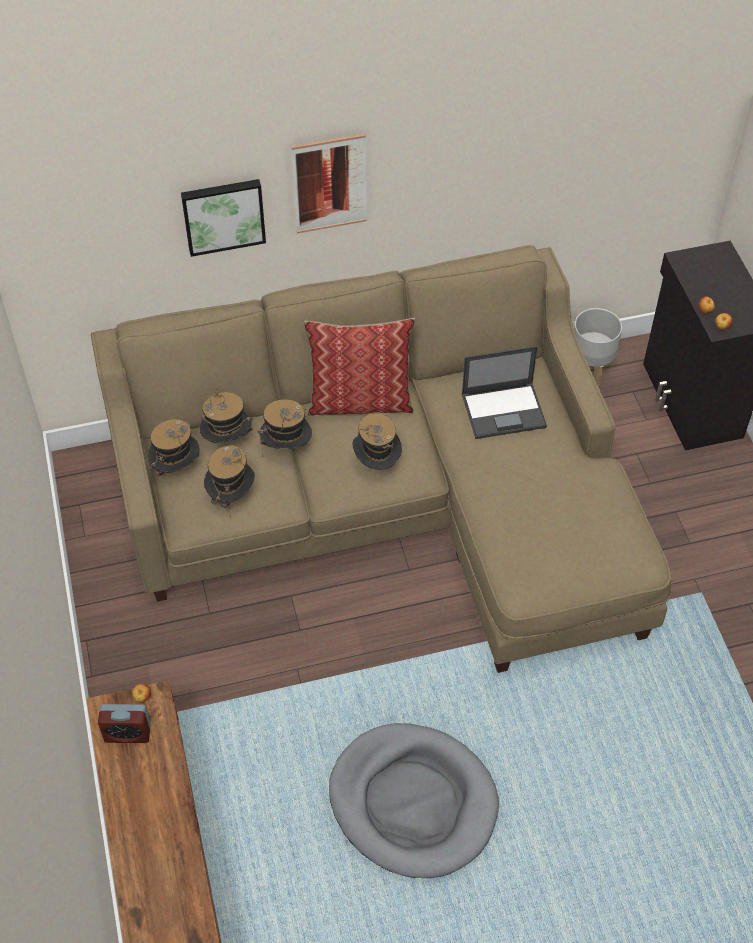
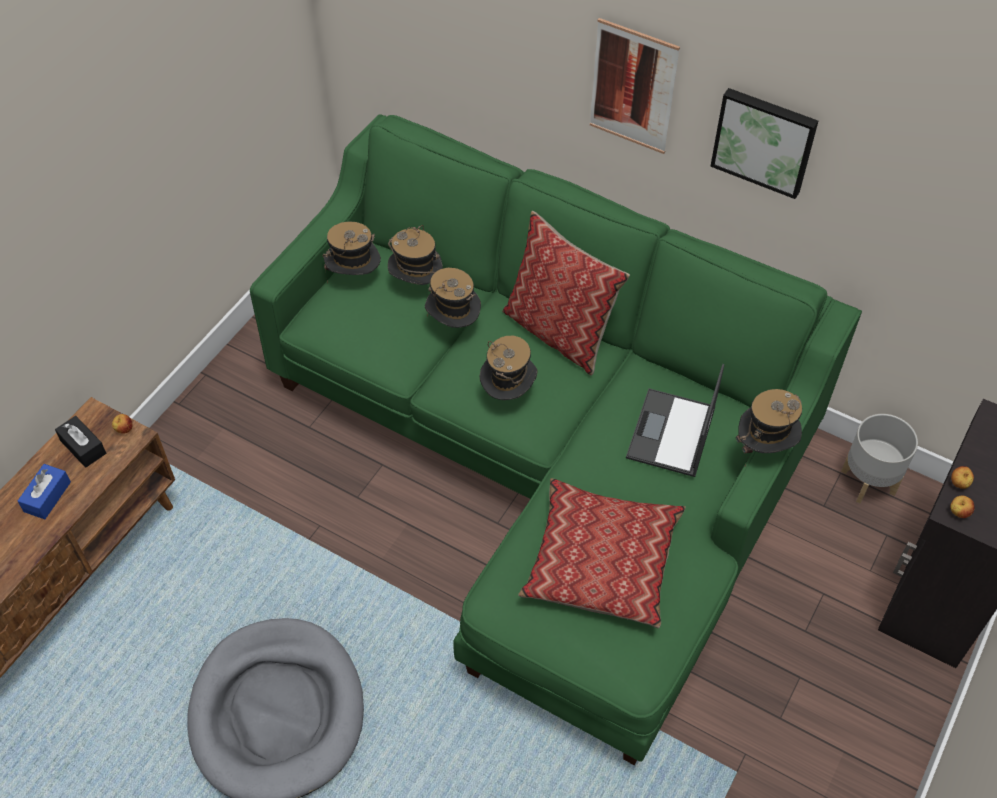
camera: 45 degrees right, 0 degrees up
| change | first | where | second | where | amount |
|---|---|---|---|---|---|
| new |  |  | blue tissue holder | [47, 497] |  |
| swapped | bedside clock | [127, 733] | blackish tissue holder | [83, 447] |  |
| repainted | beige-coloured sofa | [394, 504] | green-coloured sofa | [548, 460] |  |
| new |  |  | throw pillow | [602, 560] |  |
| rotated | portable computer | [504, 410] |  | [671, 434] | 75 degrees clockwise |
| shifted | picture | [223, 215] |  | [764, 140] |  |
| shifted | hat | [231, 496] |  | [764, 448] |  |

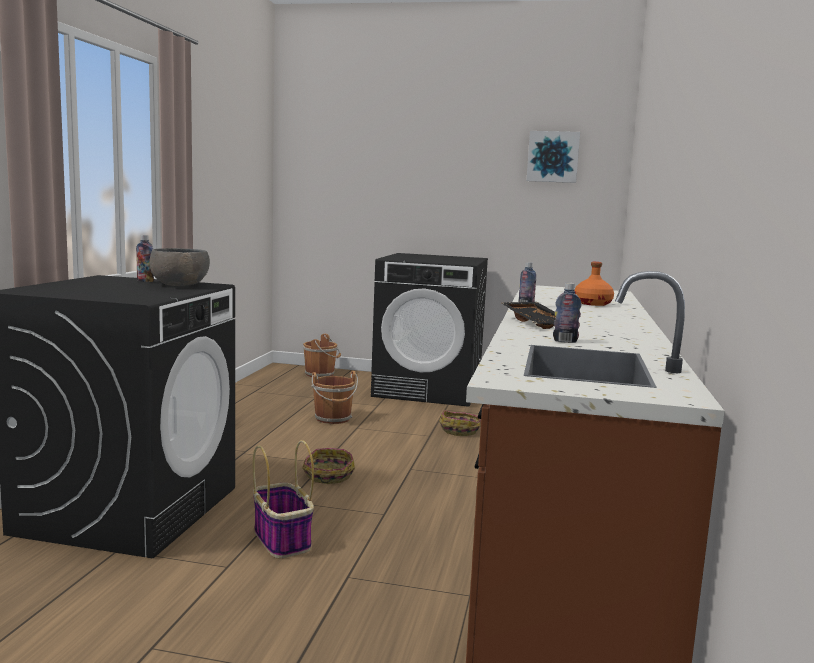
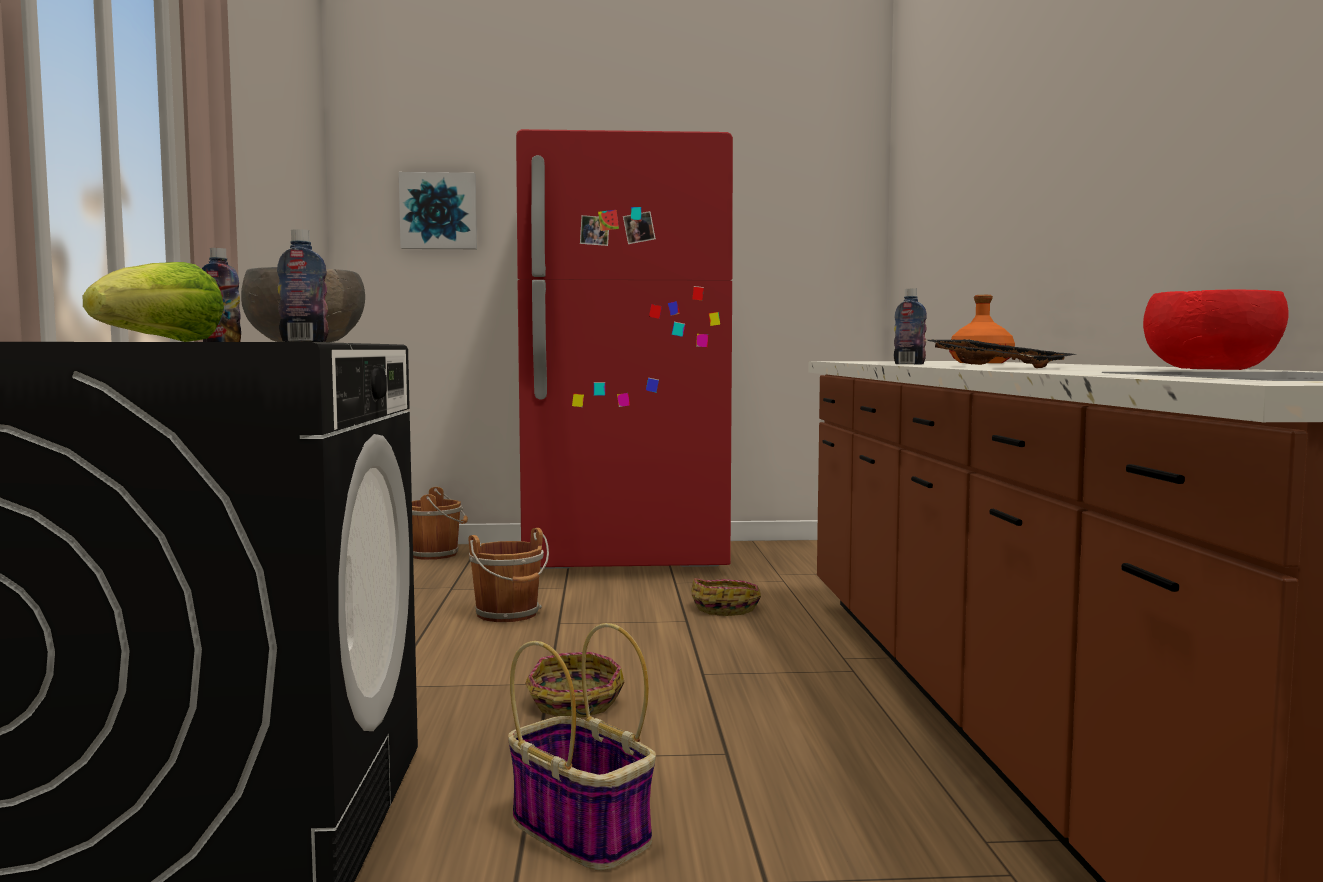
camera: 15 degrees left, 5 degrees down
| change | first | where | second | where | amount |
|---|---|---|---|---|---|
| new |  |  | lettuce head | [162, 341] |  |
| shifted | drink bottle | [565, 341] |  | [304, 342] |  |
| shifted | picture | [553, 157] |  | [438, 211] |  |
| swapped | blackish washing machine | [428, 390] | red kitchen fridge | [625, 559] |  |
| new |  |  | red bowl | [1209, 369] |  |

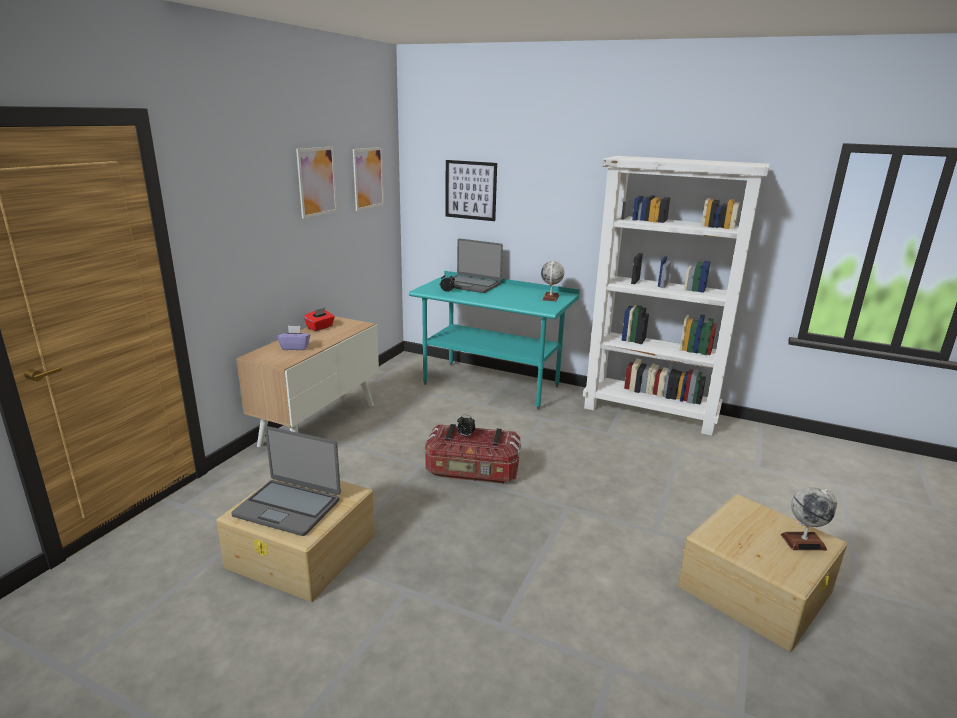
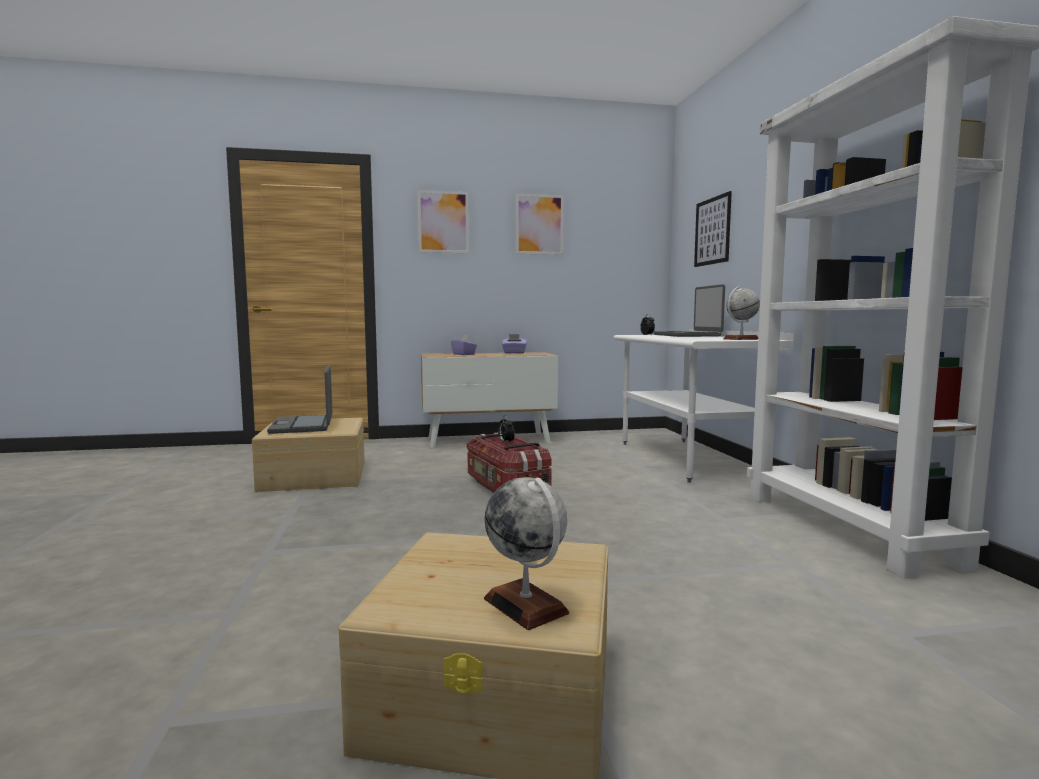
camera: 55 degrees right, 15 degrees down
| change | first | where | second | where | amount |
|---|---|---|---|---|---|
| shifted | picture | [368, 178] |  | [443, 222] |  |
| repainted | red tissue holder | [320, 327] | purple-coloured tissue holder | [514, 353] |  |
| repainted | turquoise-coloured desk unit | [491, 385] | white desk unit | [686, 459] |  |

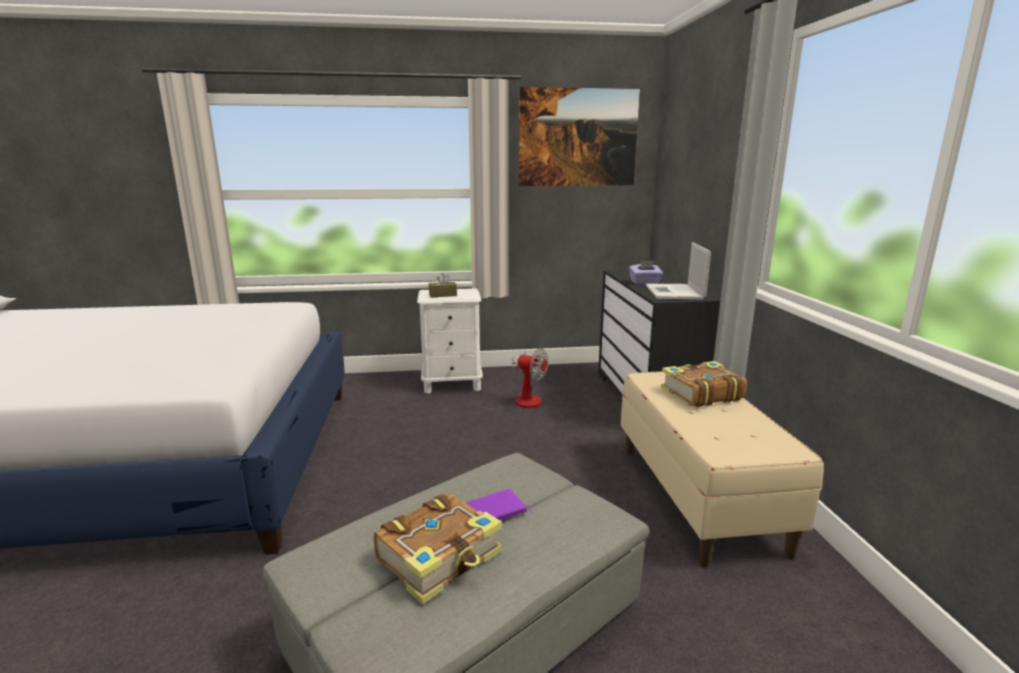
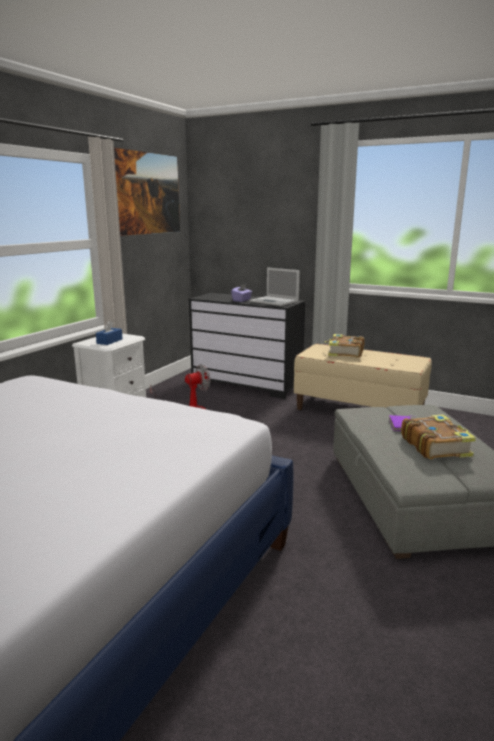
camera: 55 degrees left, 0 degrees up
| change | first | where | second | where | amount |
|---|---|---|---|---|---|
| repainted | brown tissue holder | [443, 295] | blue tissue holder | [109, 341] |  |

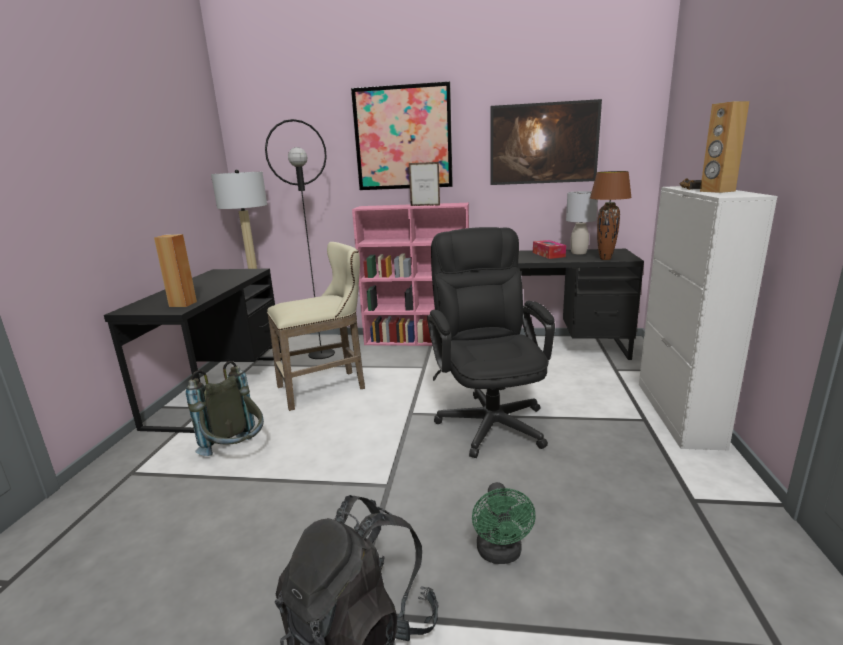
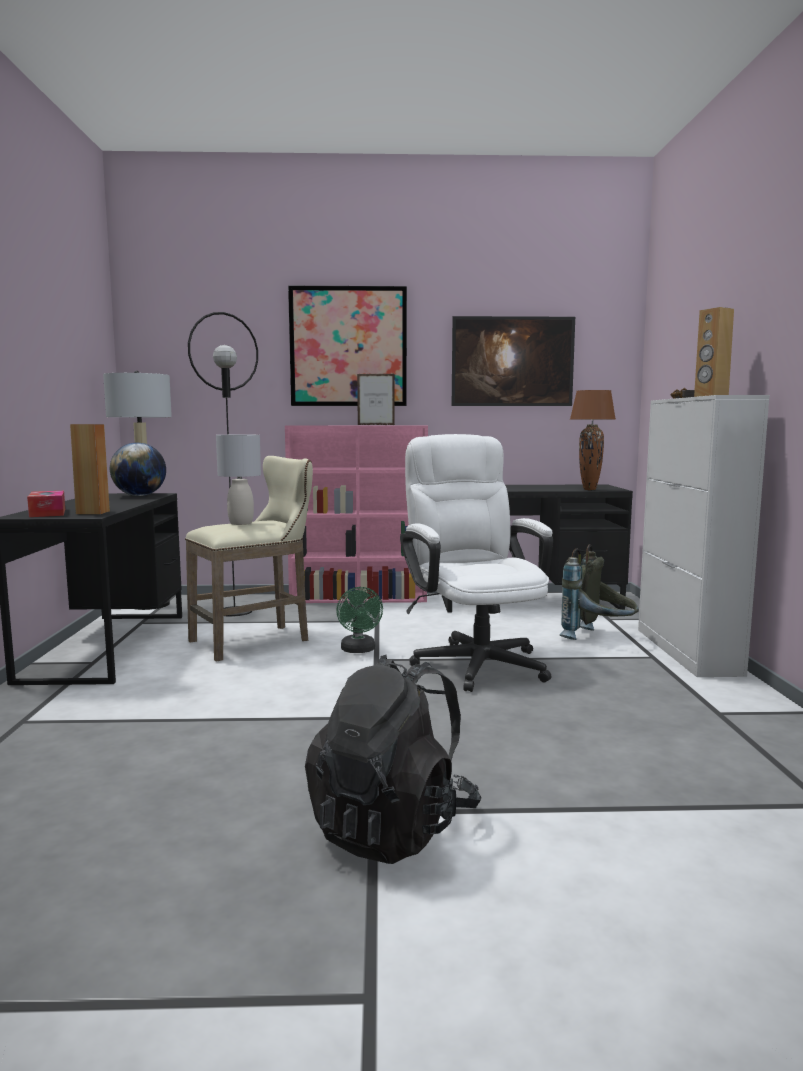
camera: 10 degrees left, 10 degrees down
| change | first | where | second | where | amount |
|---|---|---|---|---|---|
| shifted | tissue holder | [548, 254] |  | [48, 513] |  |
| new |  |  | desk globe | [139, 496] |  |
| shifted | gray table lamp | [578, 253] |  | [240, 523] |  |
| shifted | green-coloured fan | [500, 554] |  | [359, 650] |  |
| repainted | blackish office chair | [489, 418] | white office chair | [474, 661] |  |
| shifted | gray backpack | [237, 454] |  | [599, 639] |  |

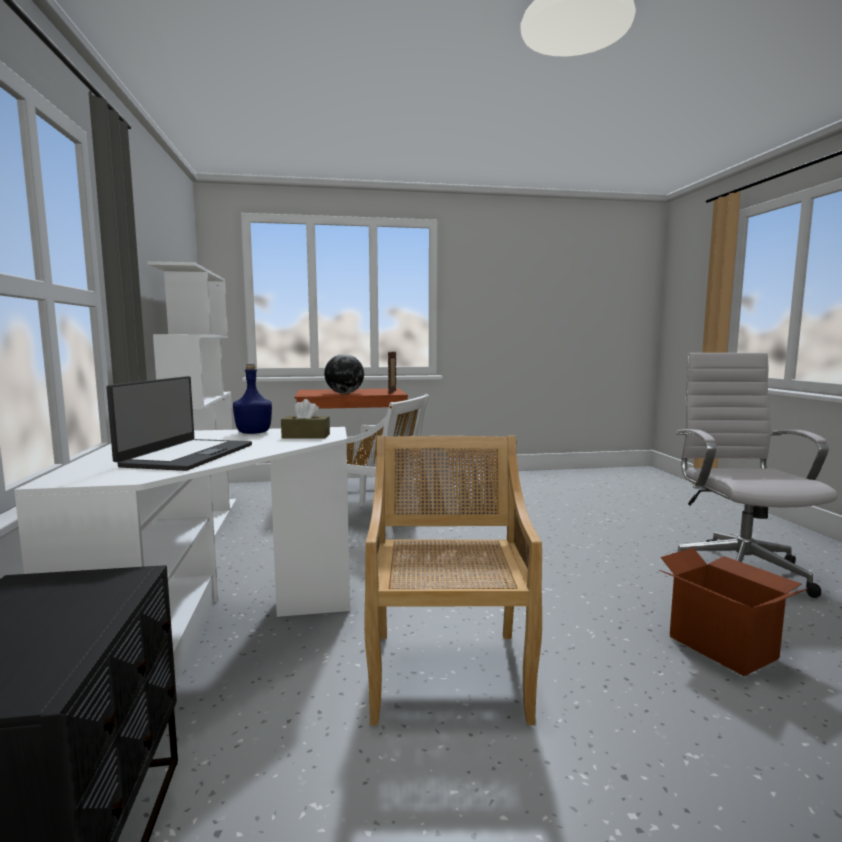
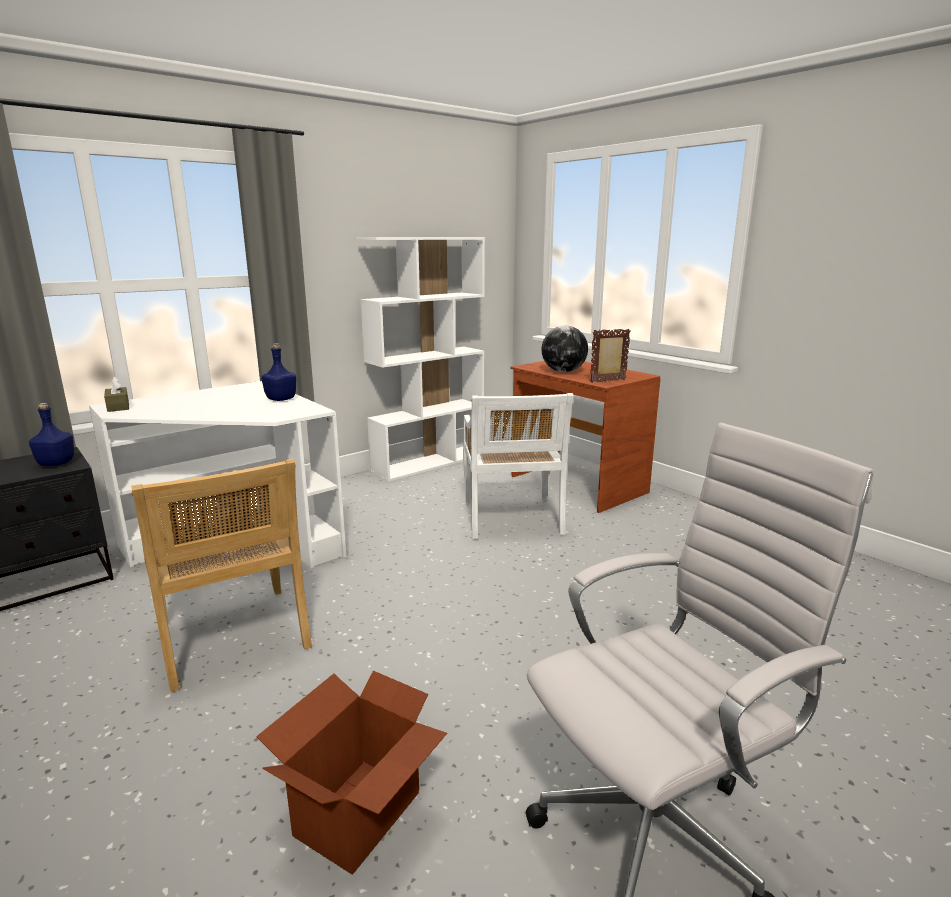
camera: 60 degrees right, 10 degrees up
| change | first | where | second | where | amount |
|---|---|---|---|---|---|
| new |  |  | blue drink bottle | [55, 463] |  |
| shifted | brown tissue holder | [306, 436] |  | [118, 406] |  |
| rotated | beige-coloured upright chair | [448, 672] |  | [233, 637] | 90 degrees clockwise |
| gone | portable computer | [187, 455] |  |  |  |

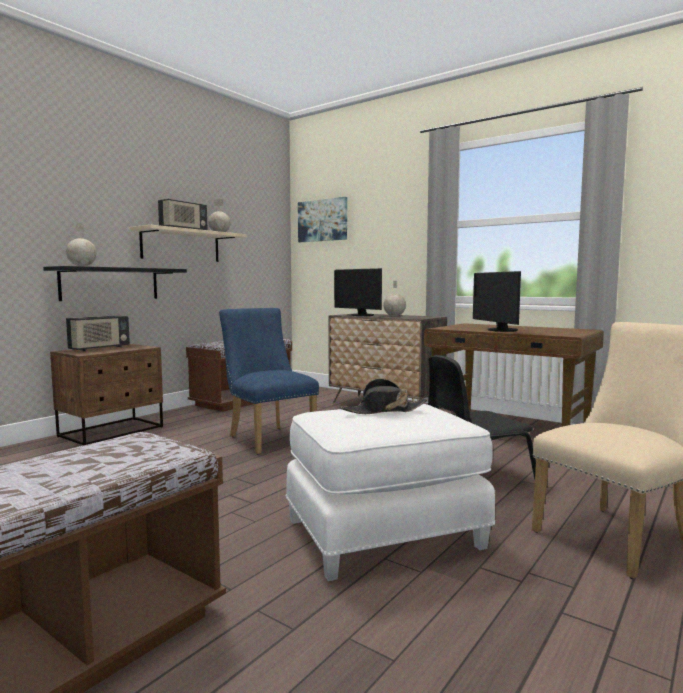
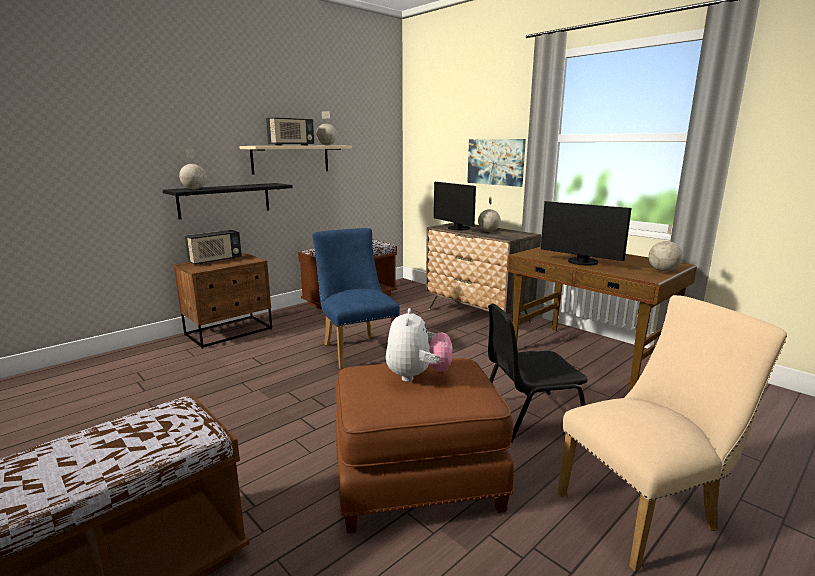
camera: 10 degrees right, 10 degrees up
| change | first | where | second | where | amount |
|---|---|---|---|---|---|
| repainted | white footrest | [384, 535] | brown footrest | [416, 483] |  |
| swapped | blackish hat | [383, 411] | cuddly toy | [417, 376] |  |
| shifted | picture | [322, 220] |  | [496, 162] |  |
| rotated | monitor | [499, 330] |  | [581, 262] | 45 degrees counterclockwise |
| new |  |  | desk globe | [663, 271] |  |

